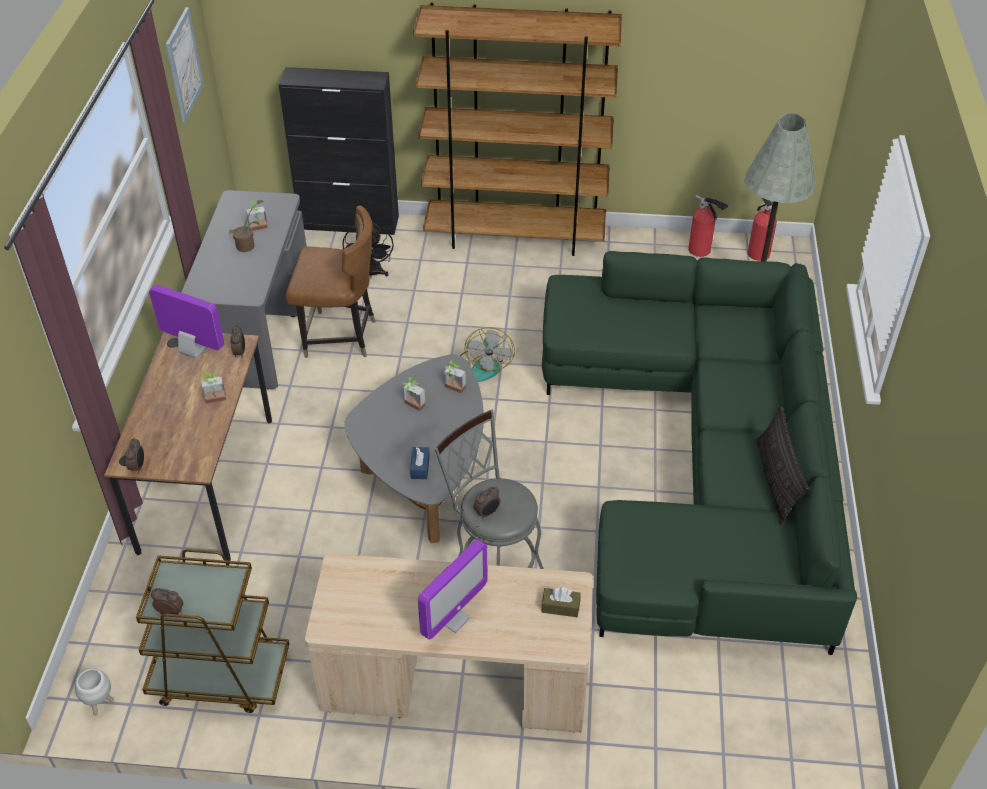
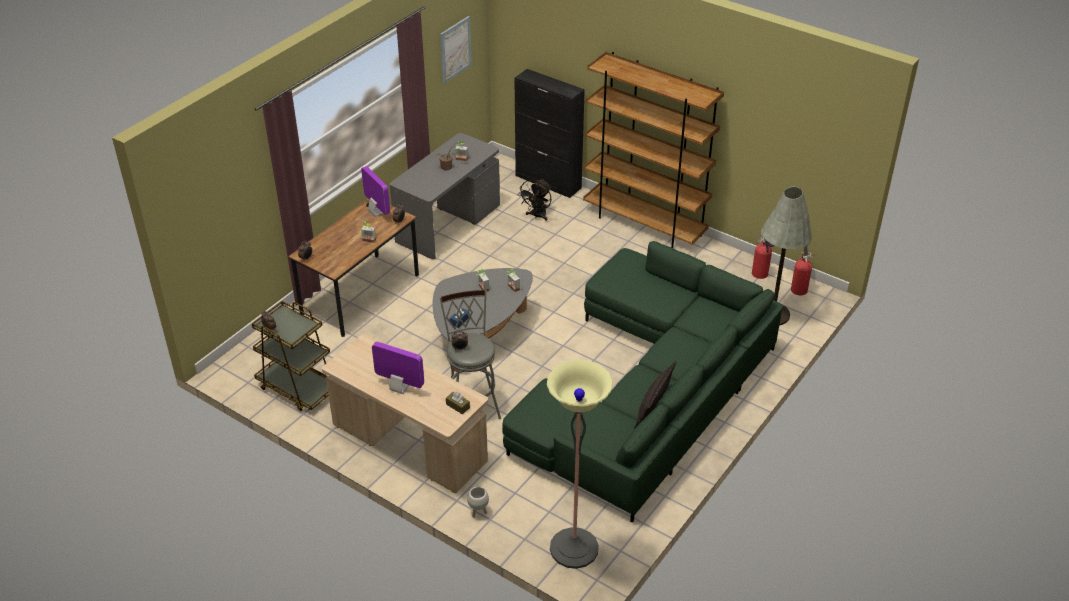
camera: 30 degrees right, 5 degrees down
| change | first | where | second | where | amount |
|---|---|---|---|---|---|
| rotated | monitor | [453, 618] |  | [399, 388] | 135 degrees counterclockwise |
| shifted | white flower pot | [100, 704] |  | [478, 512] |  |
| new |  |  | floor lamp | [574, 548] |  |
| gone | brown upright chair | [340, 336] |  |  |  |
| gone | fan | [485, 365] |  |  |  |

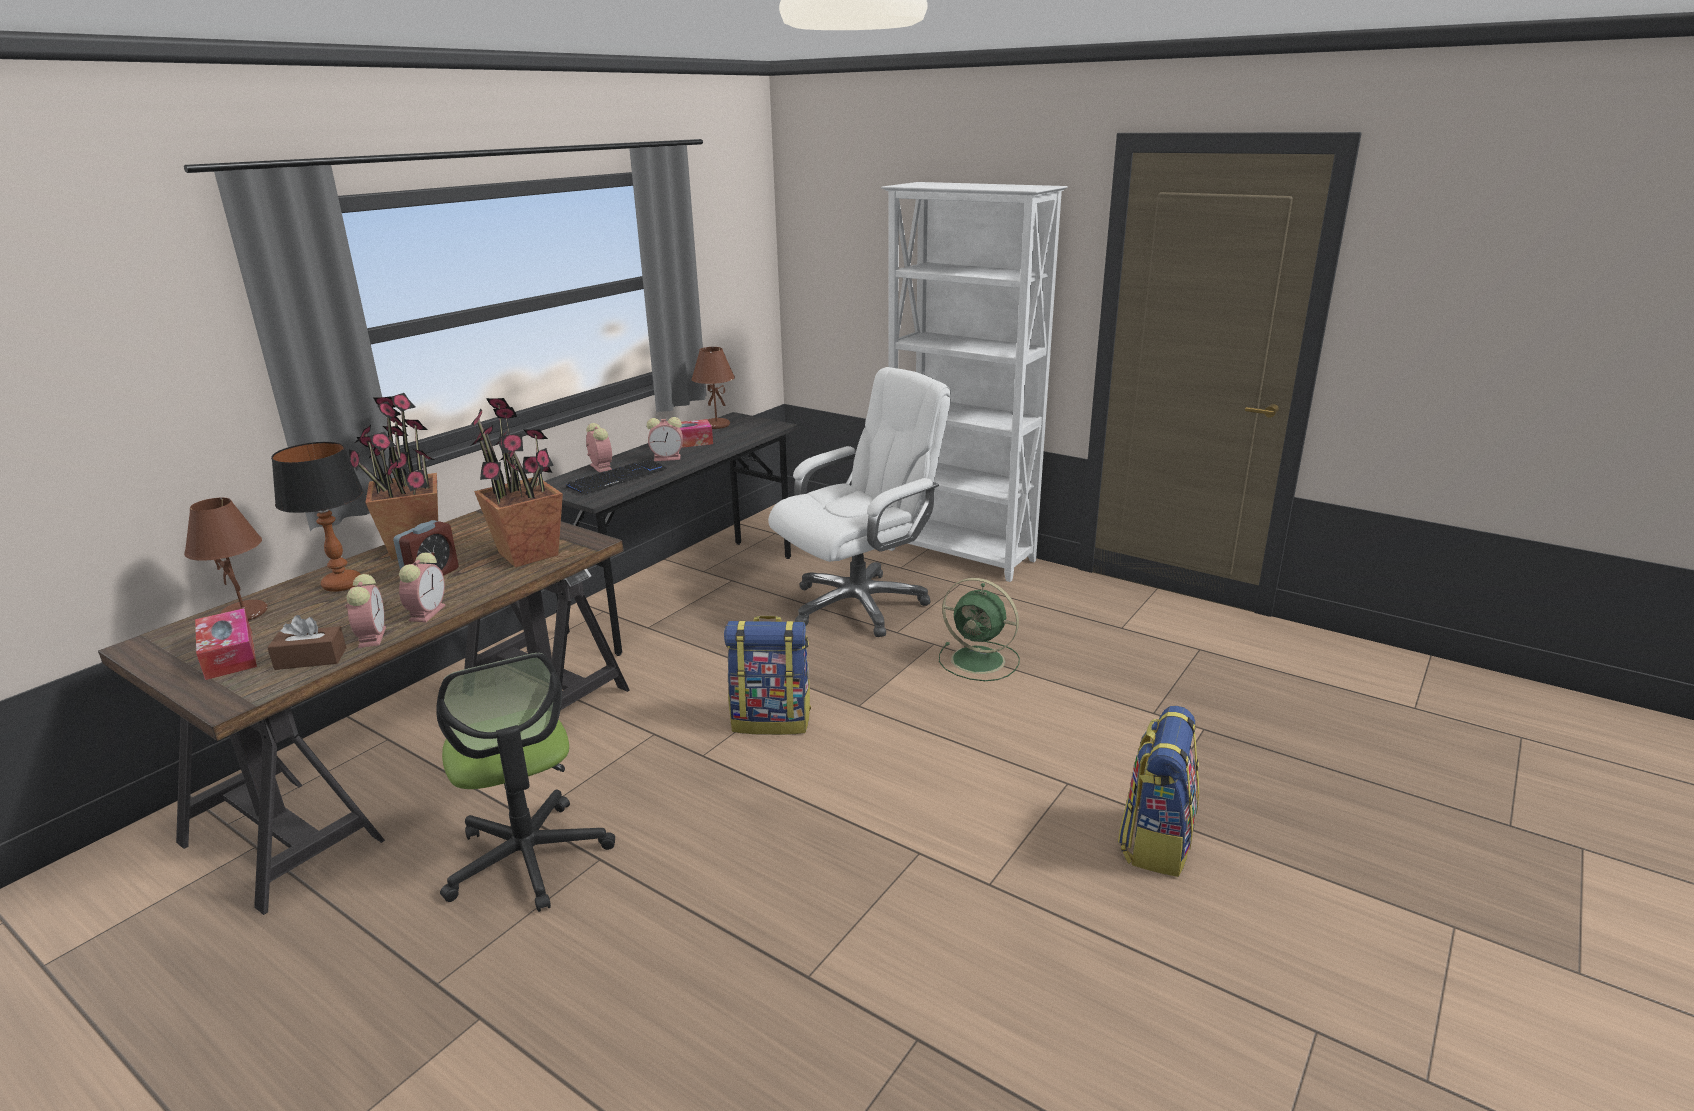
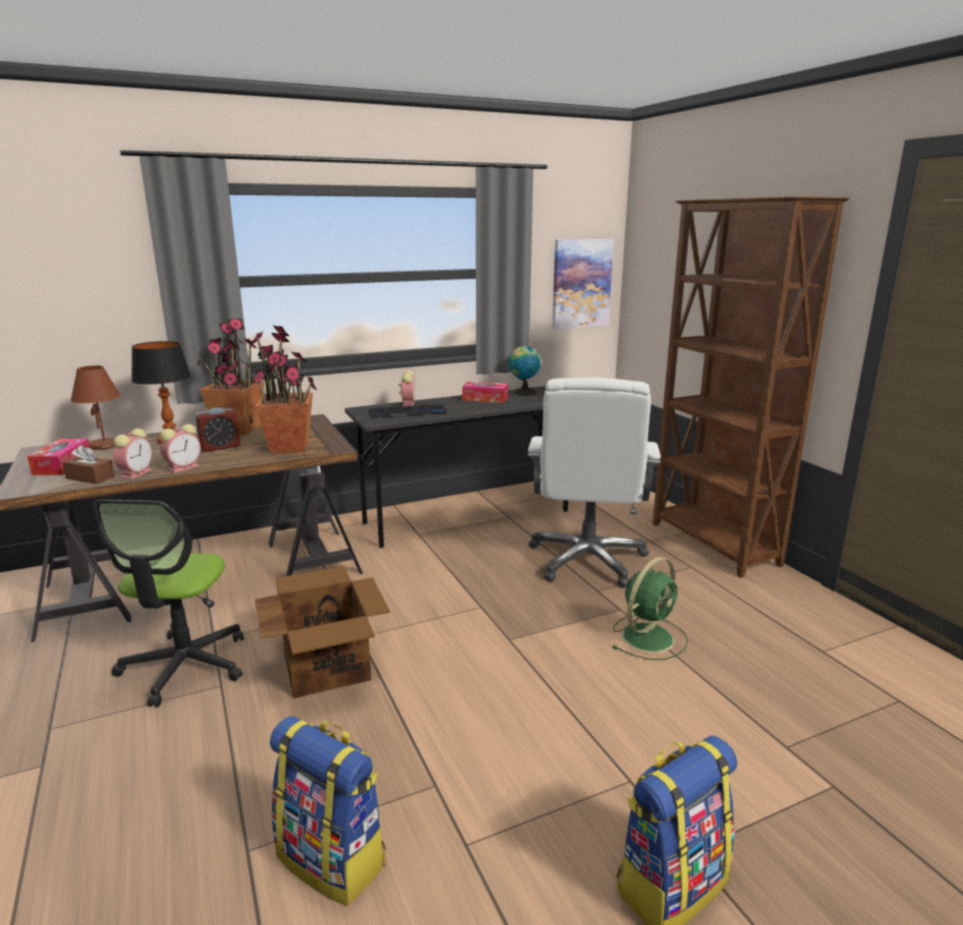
camera: 30 degrees right, 5 degrees down
| change | first | where | second | where | amount |
|---|---|---|---|---|---|
| new |  |  | carton | [327, 666] |  |
| shifted | backpack | [772, 720] |  | [333, 859] |  |
| swapped | brown table lamp | [716, 425] | desk globe | [523, 392] |  |
| rotated | white office chair | [859, 604] |  | [587, 560] | 105 degrees clockwise |
| new |  |  | picture | [581, 283] |  |
| rotated | green-coloured fan | [980, 661] |  | [649, 637] | 105 degrees counterclockwise |
| repainted | white shelving unit | [961, 556] | brown shelving unit | [713, 544] |  |
| gone | bedside clock | [668, 458] |  |  |  |

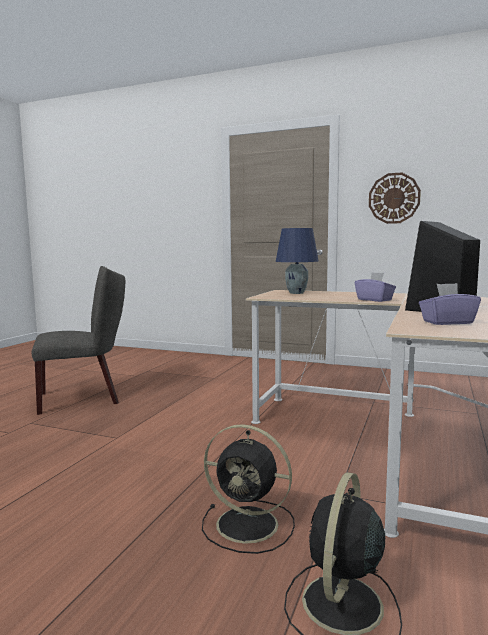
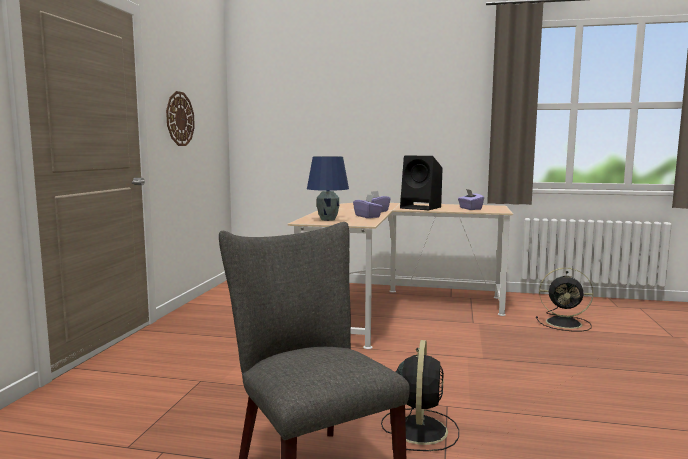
camera: 100 degrees left, 0 degrees up
| change | first | where | second | where | amount |
|---|---|---|---|---|---|
| new |  |  | purple-coloured tissue holder | [367, 216] |  |
| shifted | blackish fan | [250, 525] |  | [420, 428] |  |

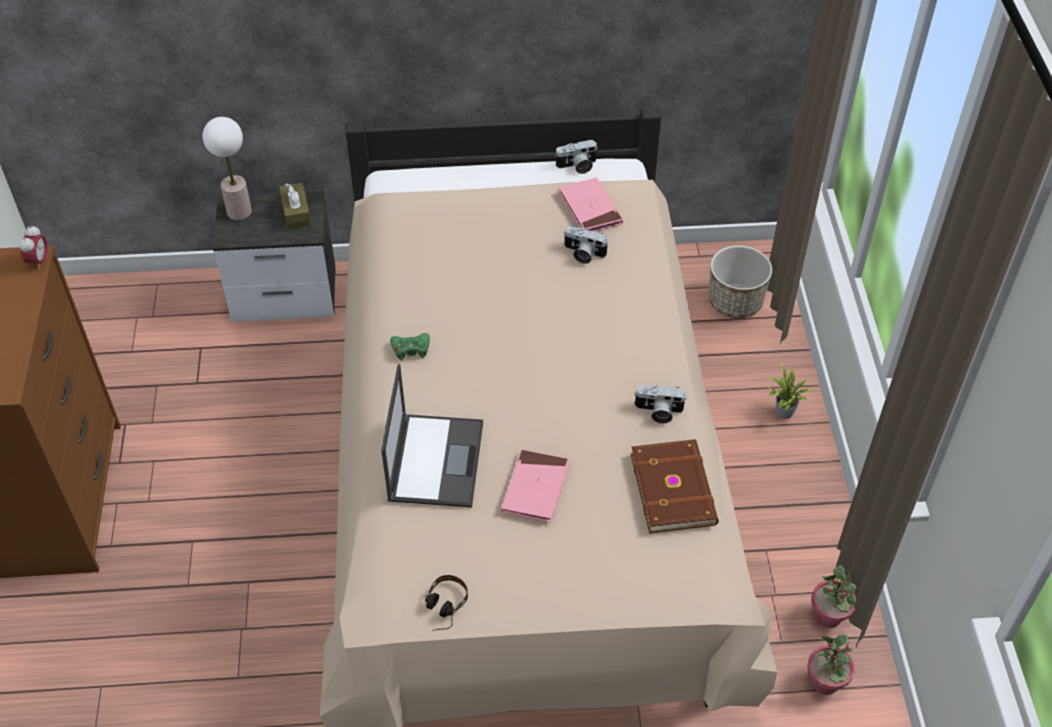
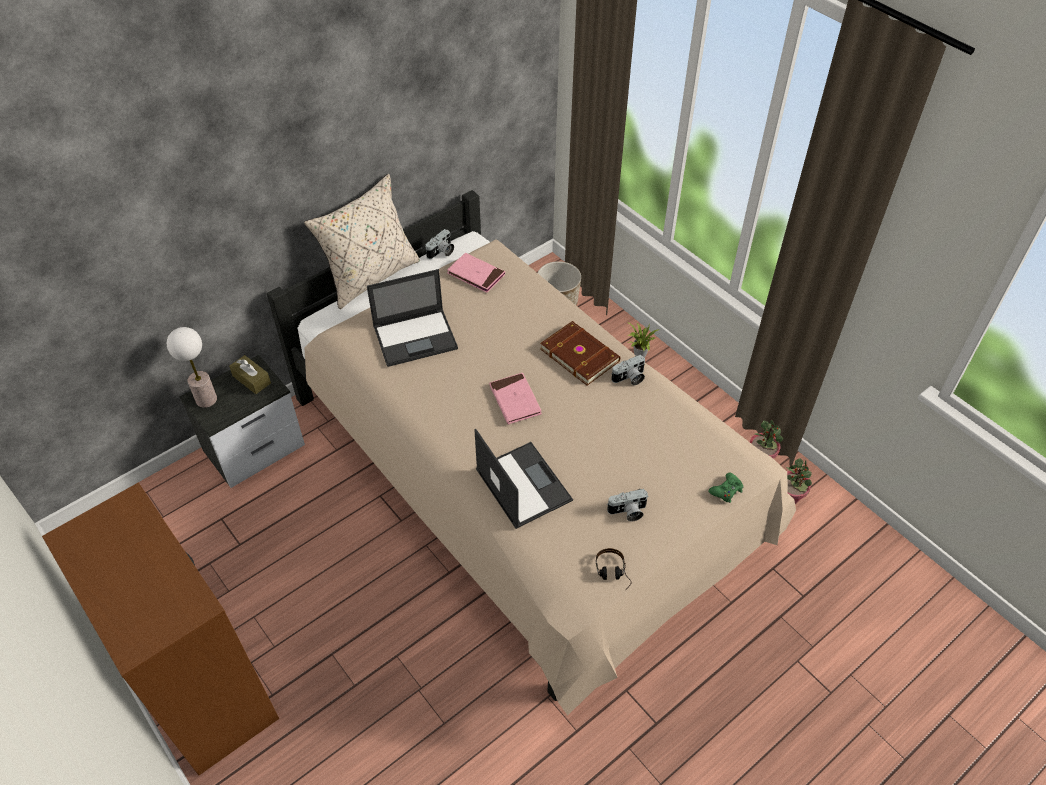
camera: 35 degrees left, 0 degrees up
| change | first | where | second | where | amount |
|---|---|---|---|---|---|
| new |  |  | beige-coloured throw pillow | [370, 276] |  |
| new |  |  | portable computer | [416, 337] |  |
| shifted | pinkish bound book | [535, 488] |  | [515, 400] |  |
| shifted | brown bound book | [675, 488] |  | [580, 354] |  |
| shifted | still camera | [583, 254] |  | [628, 512] |  |
| shifted | green-coloured joypad | [411, 349] |  | [726, 490] |  |
| gone | bedside clock | [39, 261] |  |  |  |

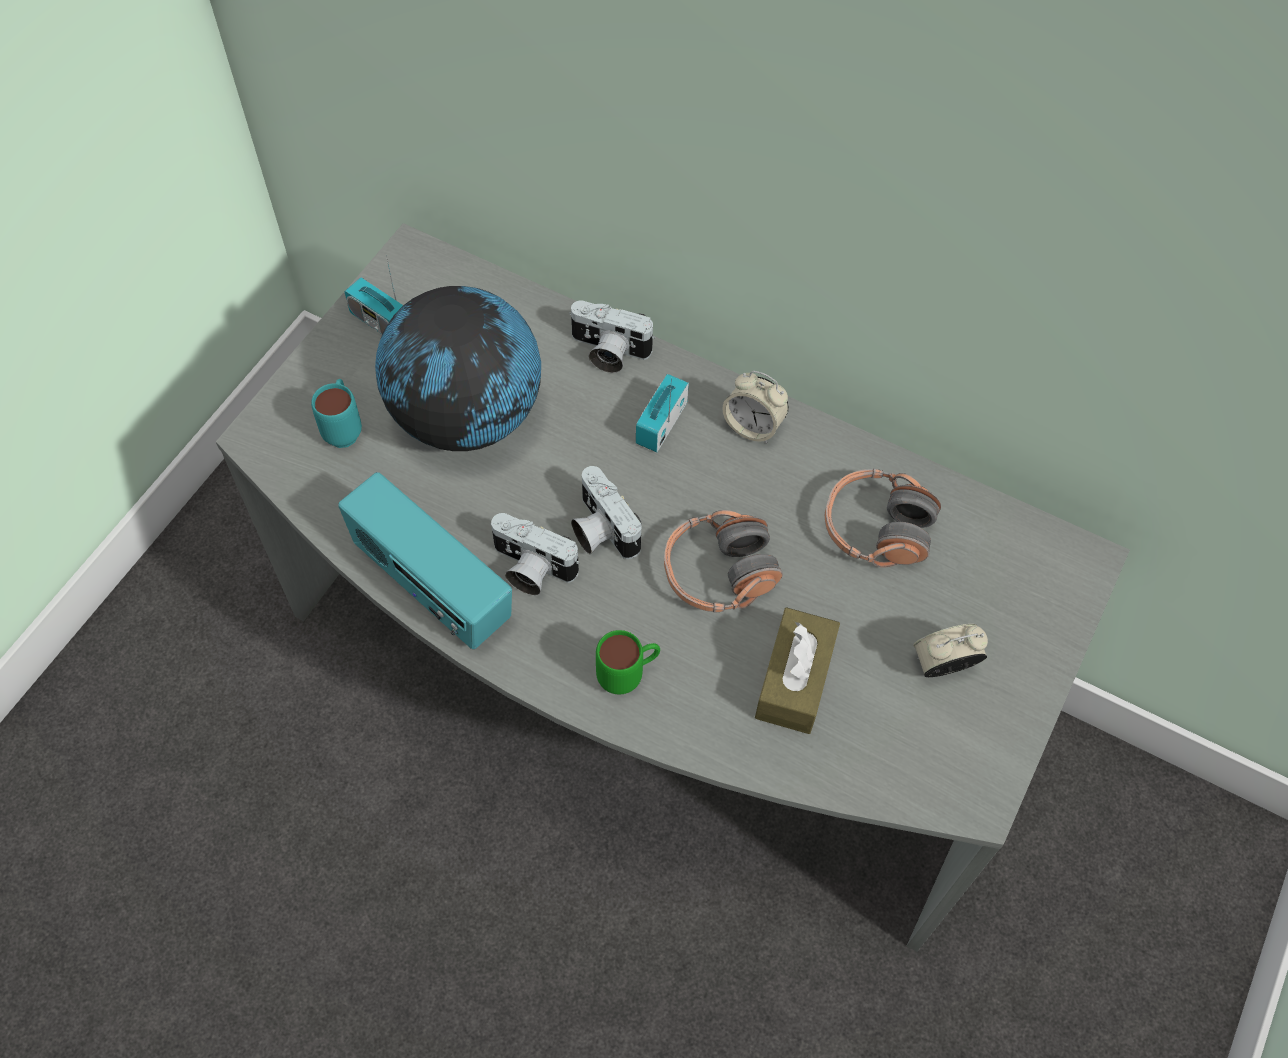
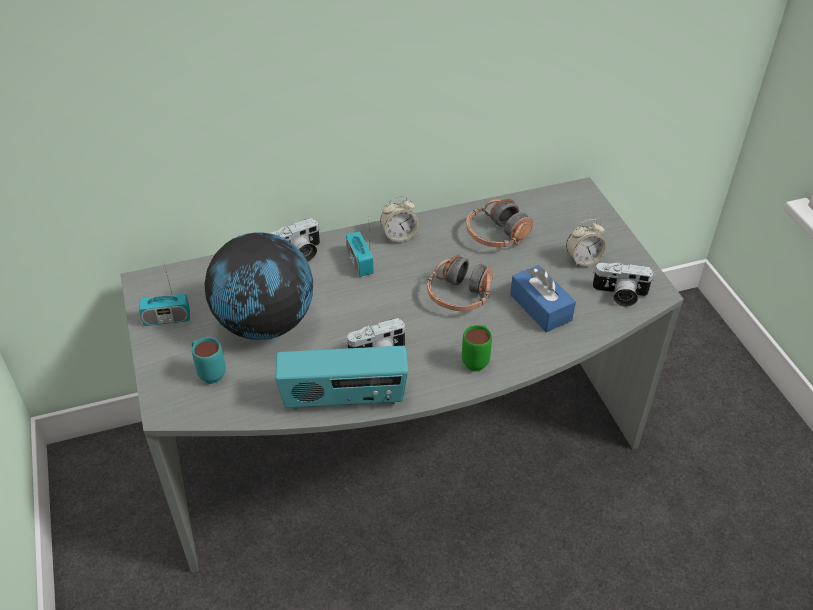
camera: 45 degrees left, 15 degrees down
| change | first | where | second | where | amount |
|---|---|---|---|---|---|
| repainted | brown tissue holder | [794, 679] | blue tissue holder | [540, 307] |  |
| rotated | bedside clock | [943, 665] |  | [583, 260] | 135 degrees counterclockwise |
| shifted | still camera | [600, 529] |  | [619, 295] |  |

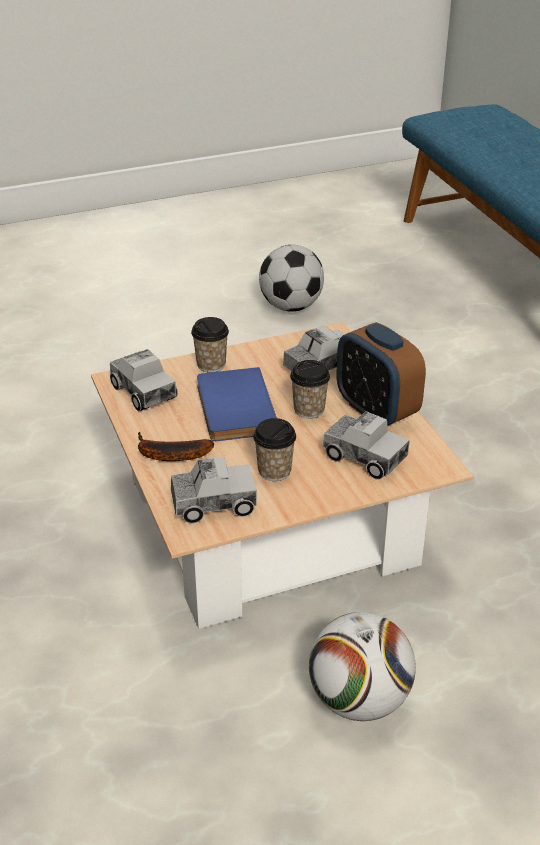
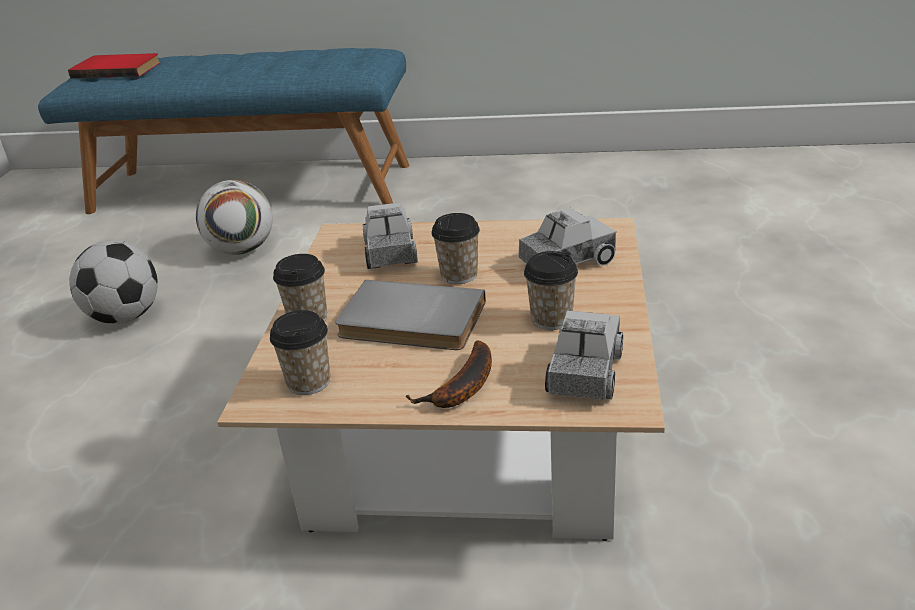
camera: 60 degrees left, 5 degrees down
| change | first | where | second | where | amount |
|---|---|---|---|---|---|
| new |  |  | red bound book | [118, 69] |  |
| shifted | ball for football | [358, 700] |  | [242, 250] |  |
| swapped | toy truck | [143, 391] | drinking cup | [309, 382] |  |
| repainted | blue bound book | [232, 408] | gray bound book | [410, 322] |  |
| gone | bedside clock | [376, 410] |  |  |  |

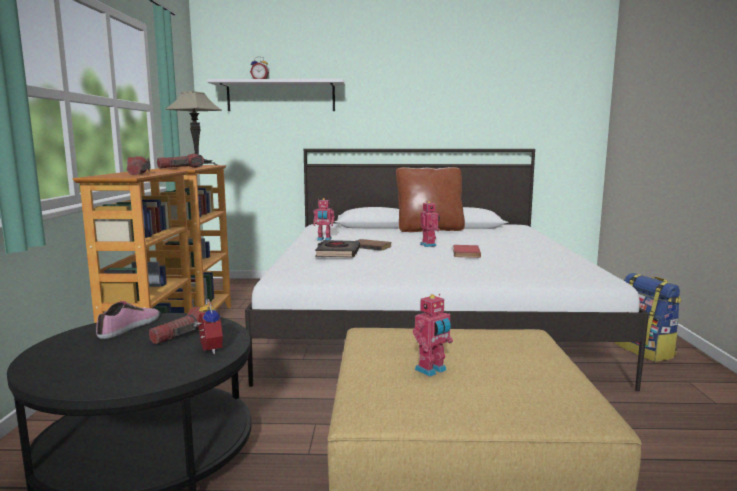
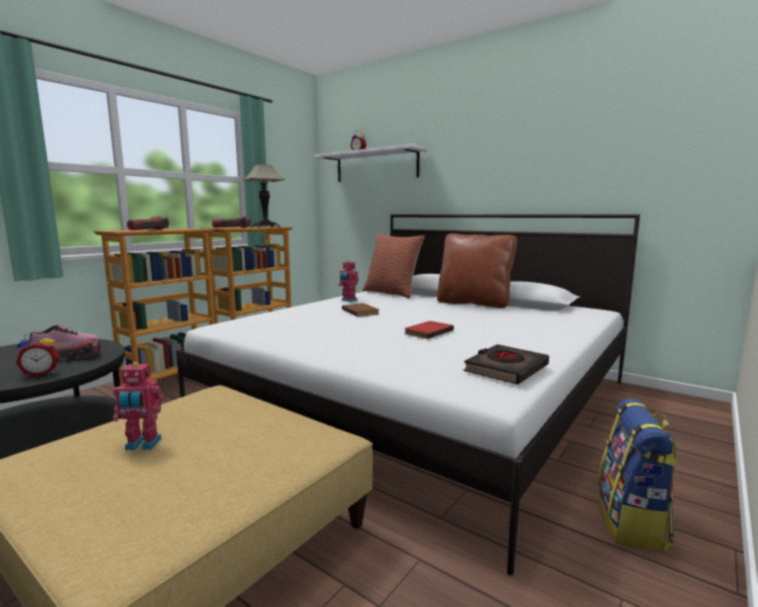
camera: 35 degrees right, 0 degrees up
| change | first | where | second | where | amount |
|---|---|---|---|---|---|
| rotated | bedside clock | [208, 350] |  | [41, 373] | 60 degrees clockwise |
| new |  |  | throw pillow | [392, 293] |  |
| shifted | blackish bound book | [337, 253] |  | [506, 369] |  |
| gone | model robot | [429, 245] |  |  |  |

